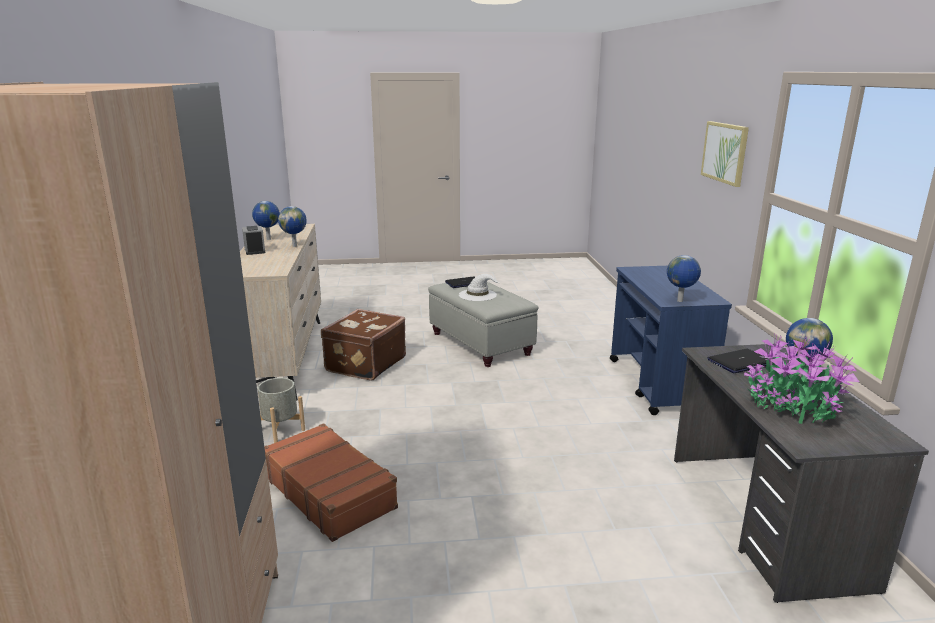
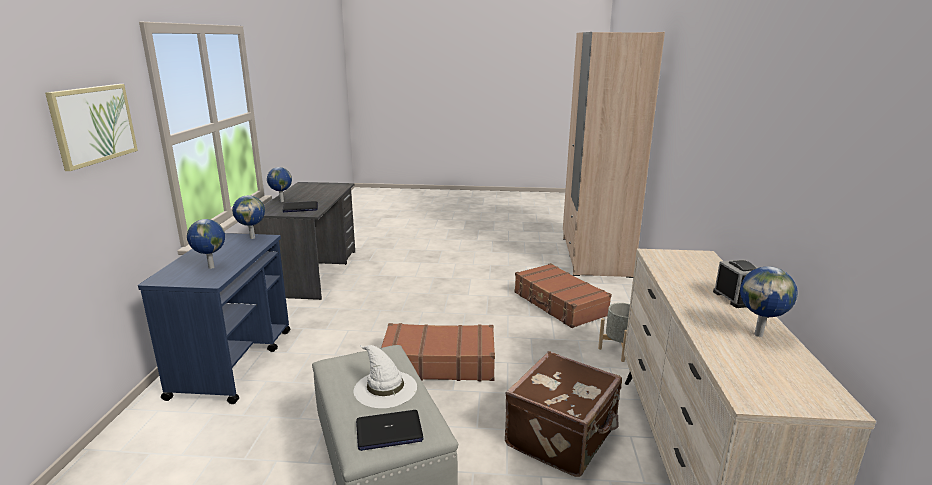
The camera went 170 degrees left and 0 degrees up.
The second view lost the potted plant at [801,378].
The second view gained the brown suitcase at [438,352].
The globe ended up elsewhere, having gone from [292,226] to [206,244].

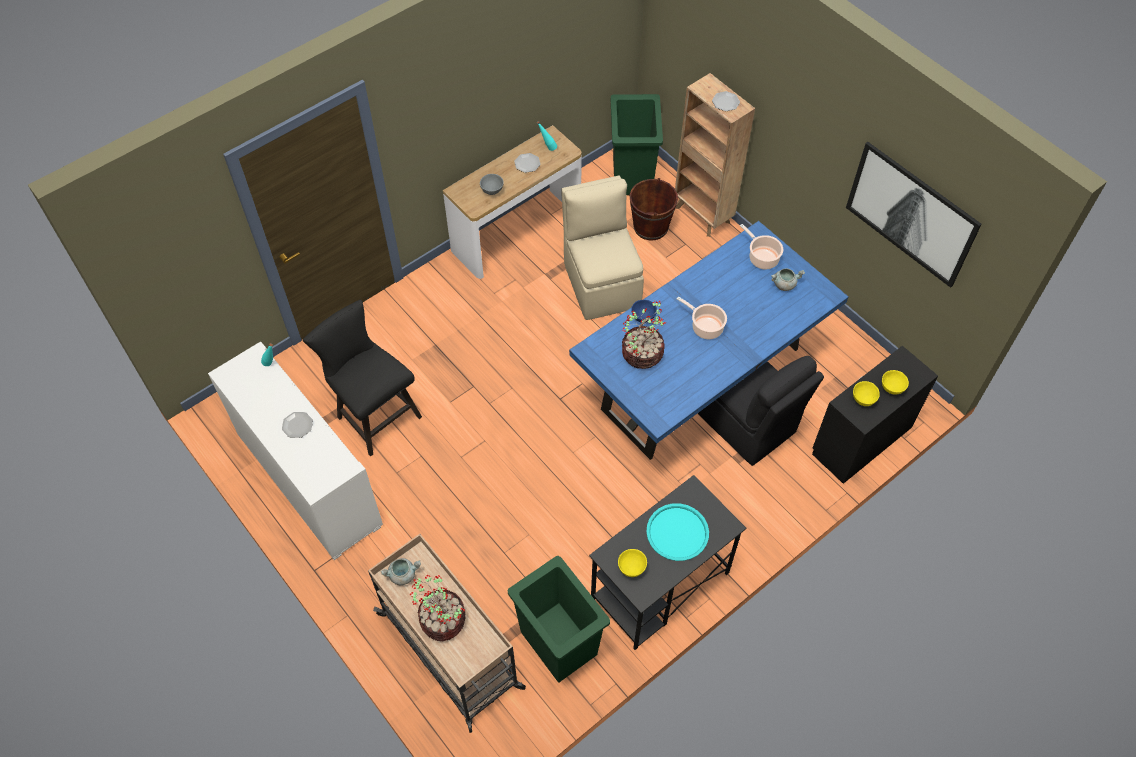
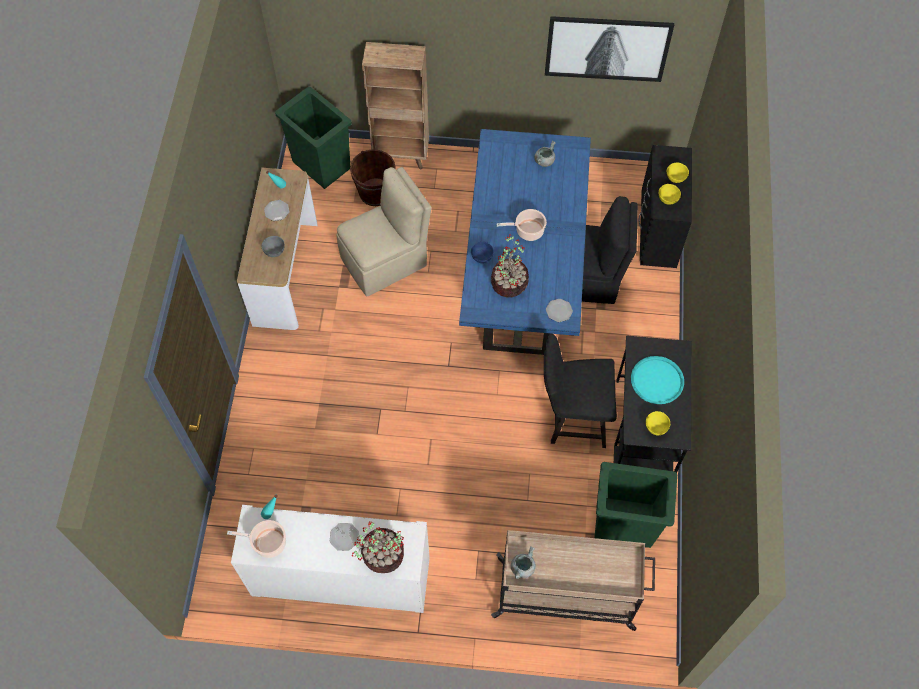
The camera went 45 degrees left and 5 degrees up.
The black chair ended up elsewhere, having gone from [362,378] to [580,391].
The potted plant ended up elsewhere, having gone from [438,608] to [378,547].
The plate ended up elsewhere, having gone from [726,101] to [559,310].
The cooking pot ended up elsewhere, having gone from [761,247] to [256,539].
The beige chair at [602,247] ended up facing another way, 120 degrees clockwise from before.

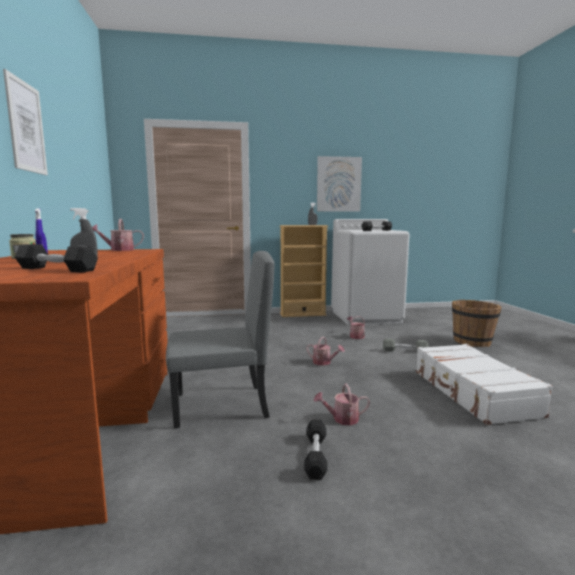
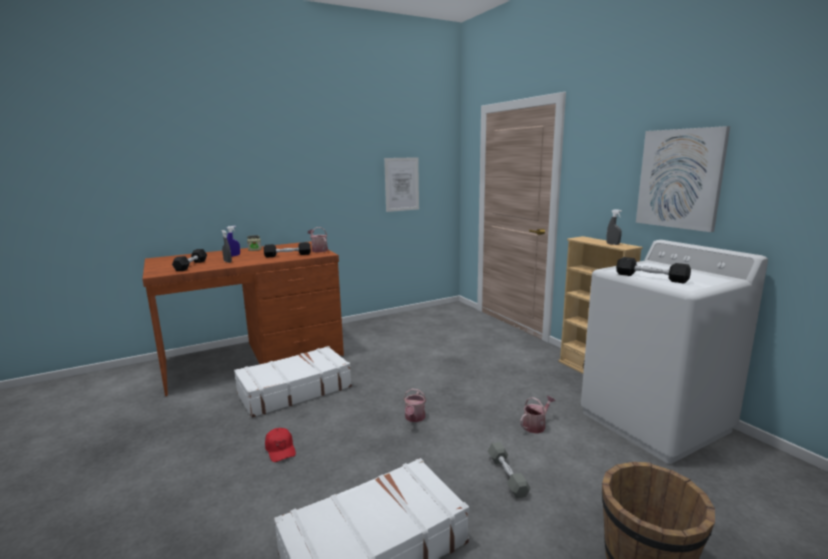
The camera went 70 degrees right and 5 degrees up.
The picture ended up elsewhere, having gone from [25,122] to [401,184].
The black dumbbell ended up elsewhere, having gone from [316,449] to [287,250].
Where the grey chair stood at [220,339], the white suitcase came to stand at [293,382].
Where the watering can stood at [342,404], the red cap came to stand at [280,445].

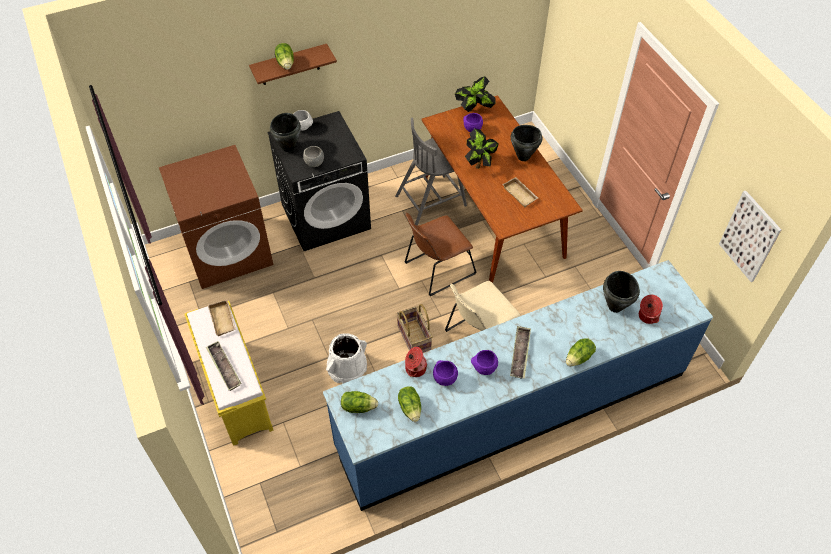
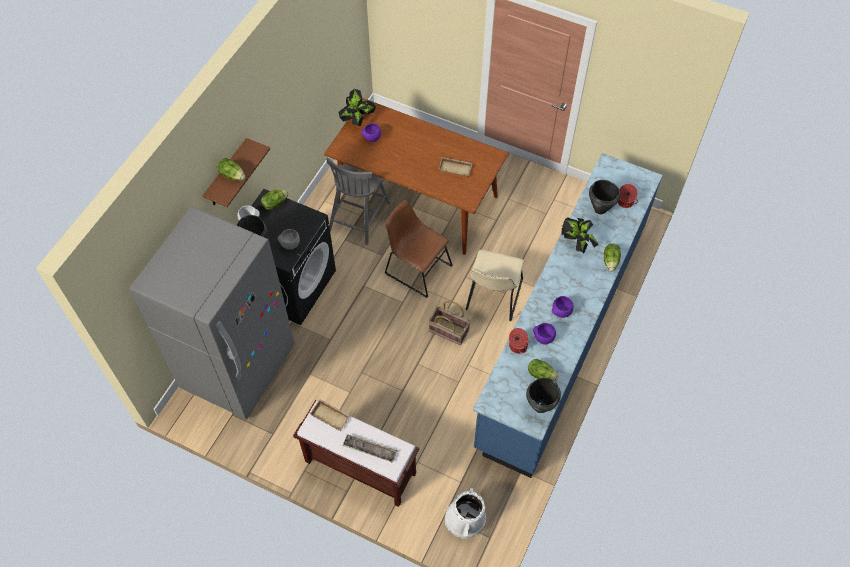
The camera went 40 degrees left and 5 degrees up.
The second view lost the tray at [520,352].
The second view lost the picture at [750,236].
The white bucket ended up elsewhere, having gone from [346,358] to [465,513].
The lettuce ended up elsewhere, having gone from [359,402] to [275,199].
The potted plant ended up elsewhere, having gone from [482,148] to [580,235].
The black cooking pot ended up elsewhere, having gone from [526,143] to [543,395].
Where the brown washing machine stood at [216,217], the grey fridge came to stand at [212,313].
What was the yellow bench at [229,373] turned into the brown bench at [356,453].
The brown chair at [440,255] ended up facing another way, 105 degrees clockwise from before.

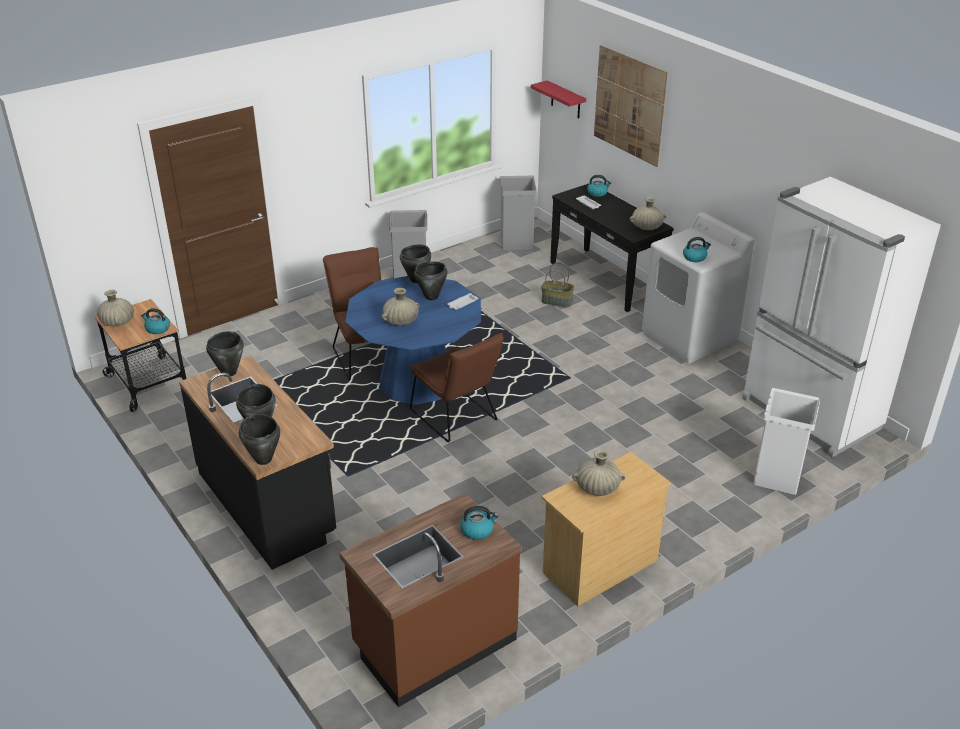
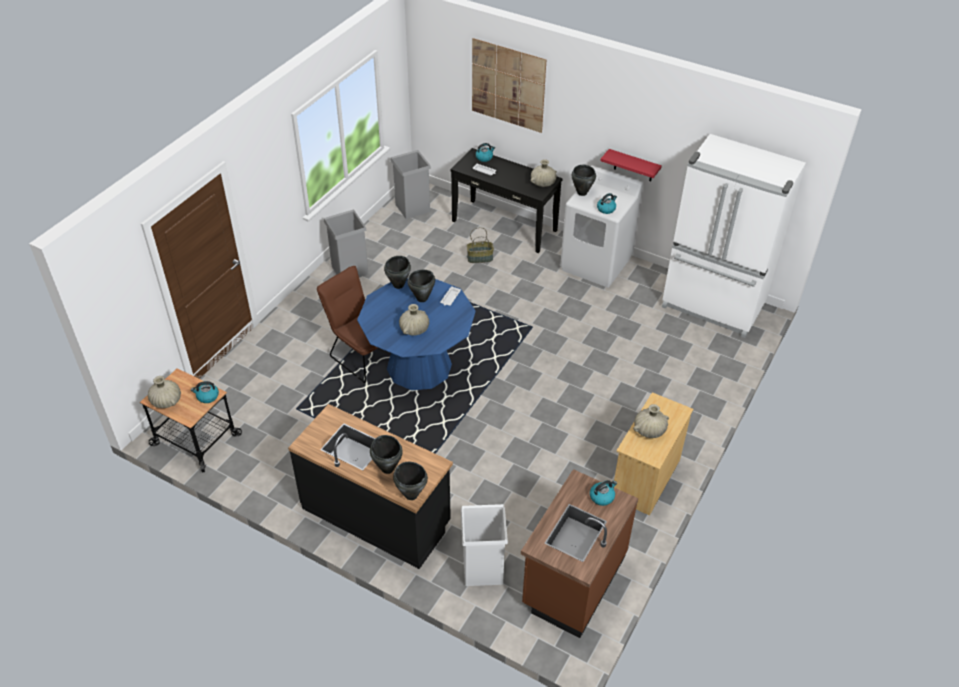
The camera went 25 degrees left and 10 degrees up.
The second view lost the brown chair at [457,387].
The black cooking pot ended up elsewhere, having gone from [225,354] to [584,180].
The red shelf ended up elsewhere, having gone from [558,99] to [631,165].
The white trash can ended up elsewhere, having gone from [786,441] to [484,545].

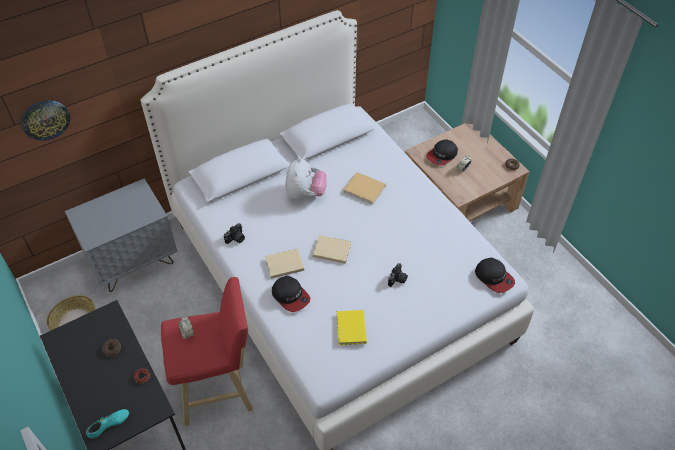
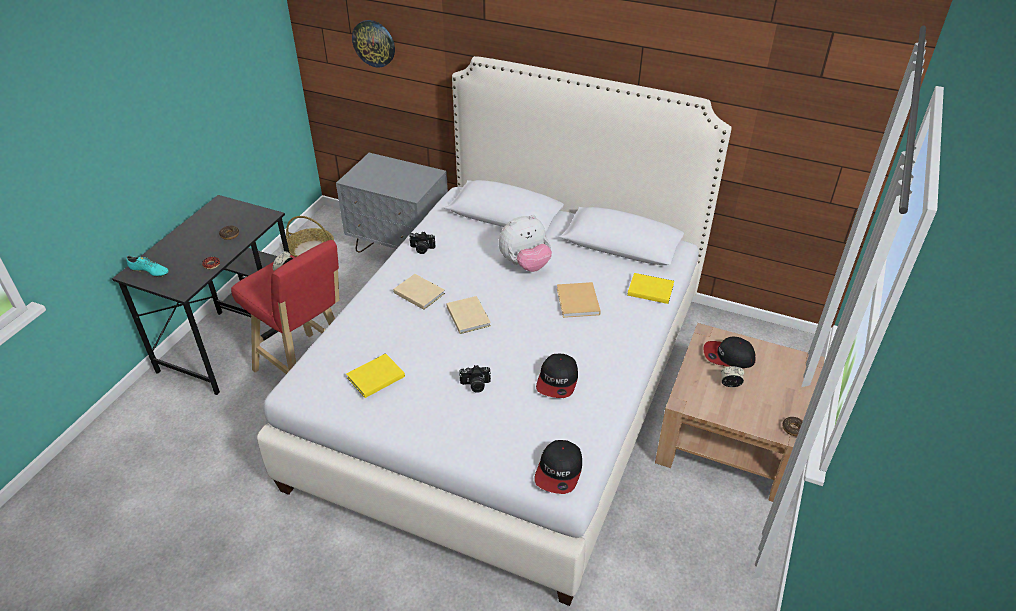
The camera went 55 degrees right and 10 degrees down.
The second view gained the yellow book at [650,288].
The cap ended up elsewhere, having gone from [291,294] to [557,376].

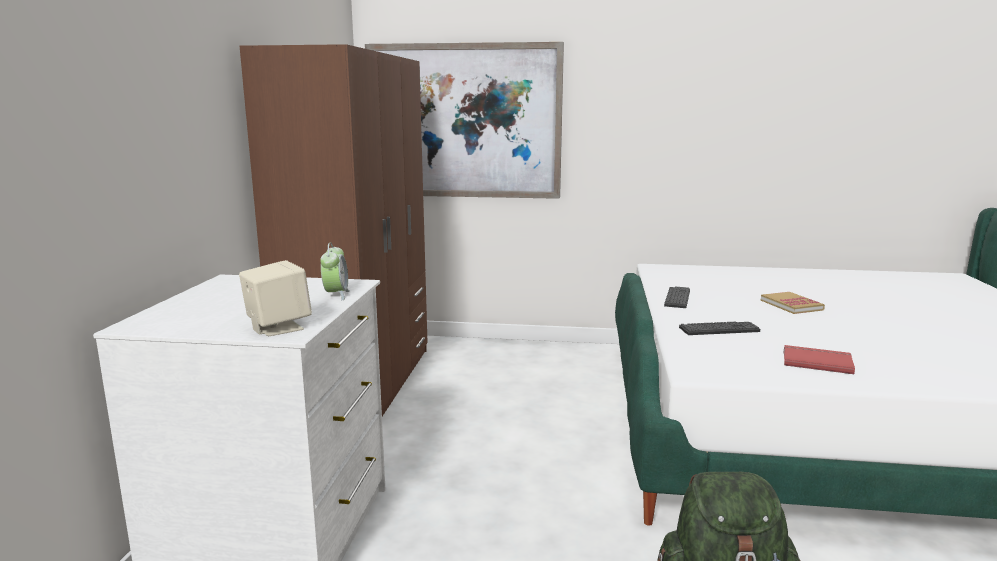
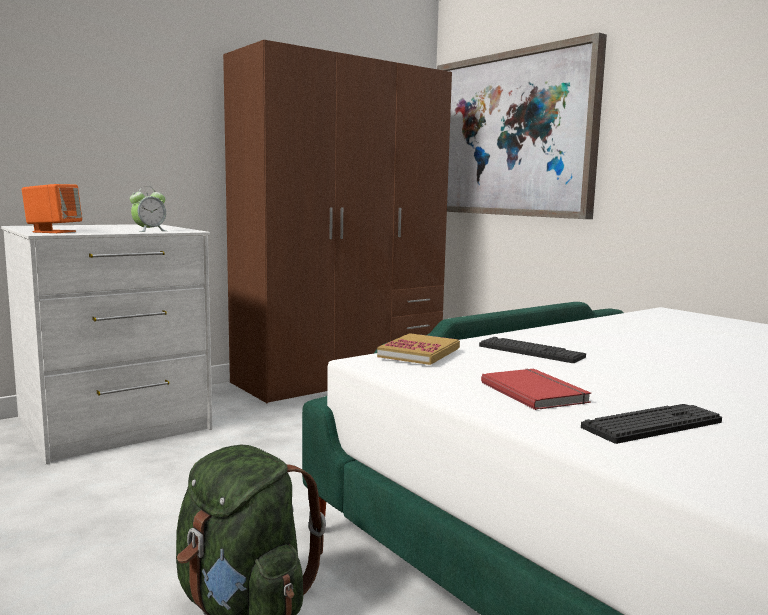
The camera went 45 degrees right and 5 degrees down.
The keyboard ended up elsewhere, having gone from [677,297] to [651,424].
The book ended up elsewhere, having gone from [793,303] to [418,349].
What was the beige speaker at [275,298] turned into the orange speaker at [52,208].

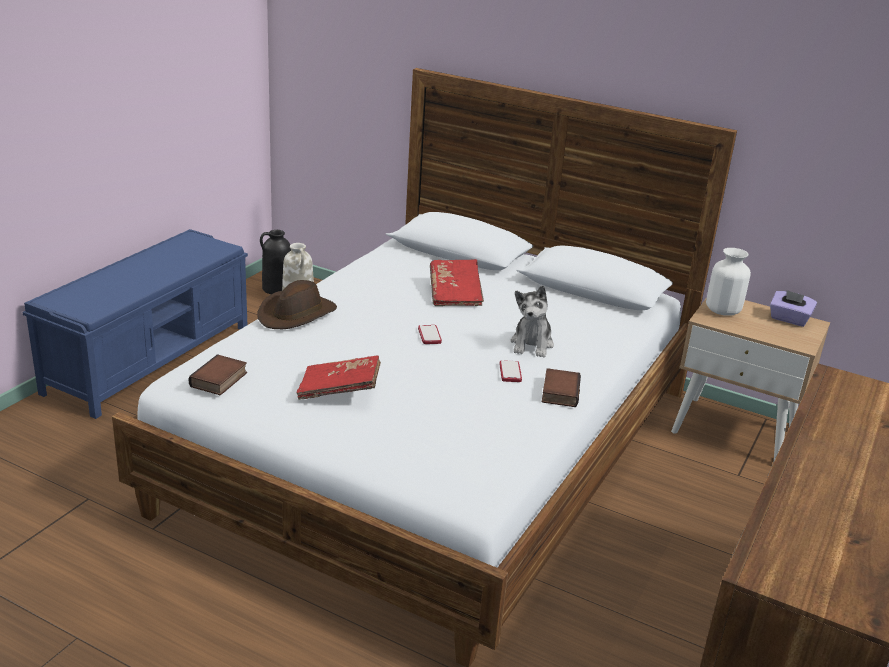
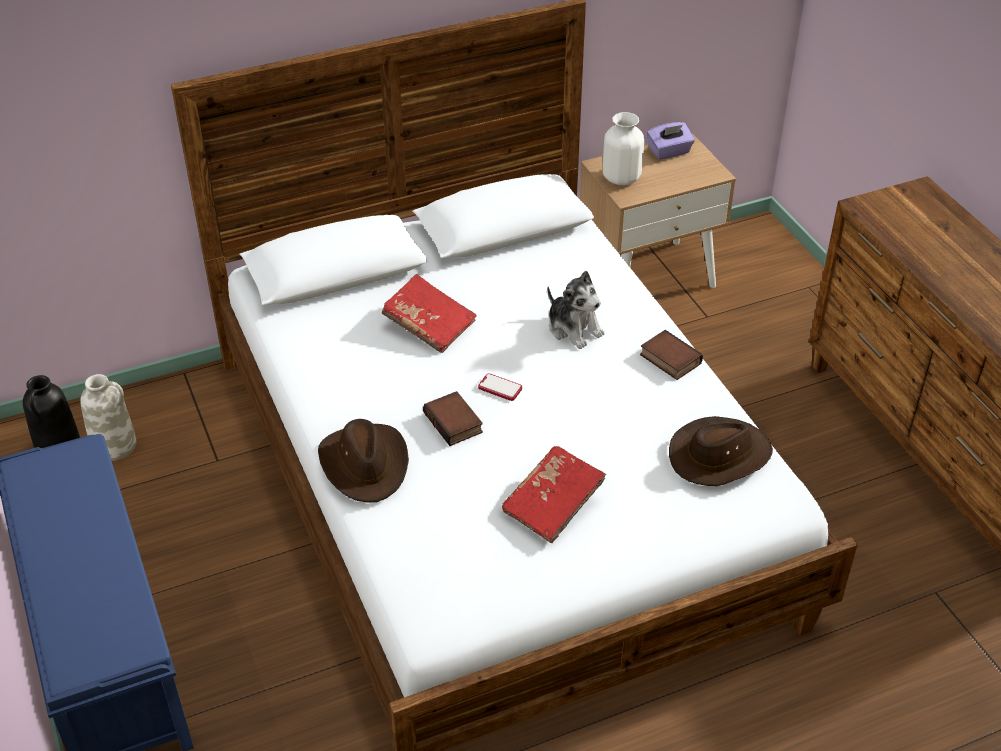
The camera went 50 degrees left and 15 degrees up.
The second view lost the phone at [511,371].
The second view gained the brown hat at [721,451].
The book ended up elsewhere, having gone from [217,374] to [453,418].

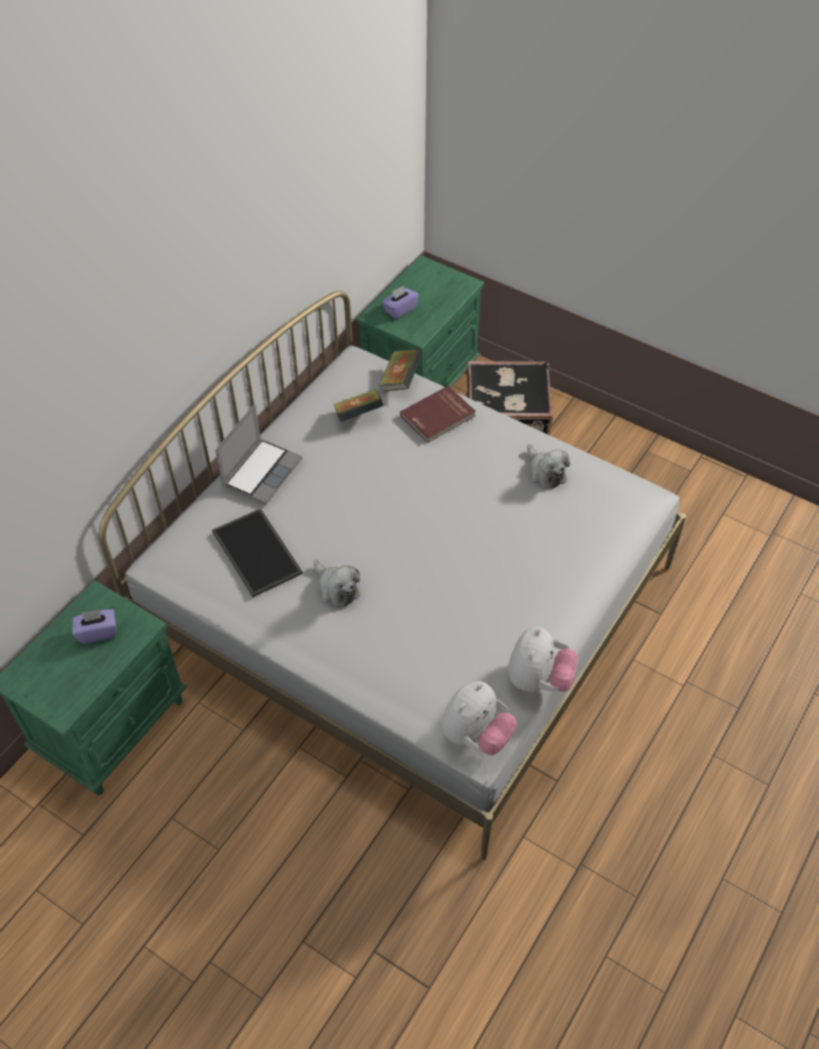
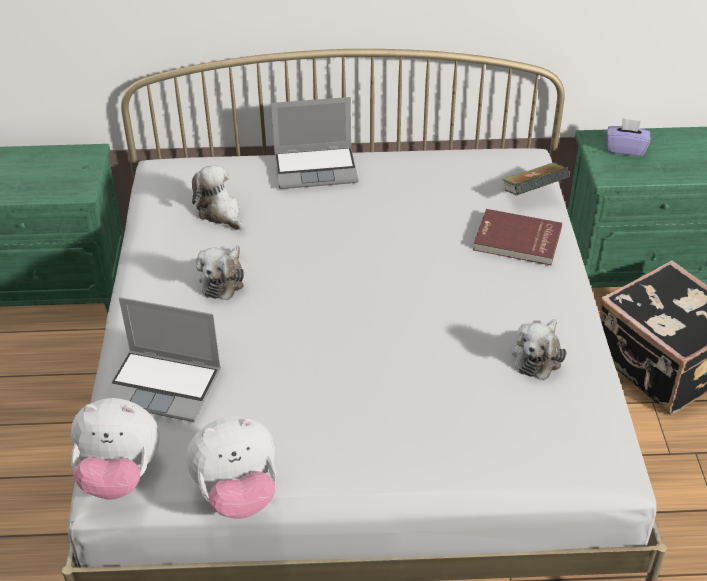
The camera went 55 degrees right and 10 degrees down.
The second view lost the purple tissue box at [94,626].
The second view lost the book at [358,405].
The second view gained the laptop at [161,359].
Where the tray stood at [257,552], the plush toy came to stand at [217,197].

